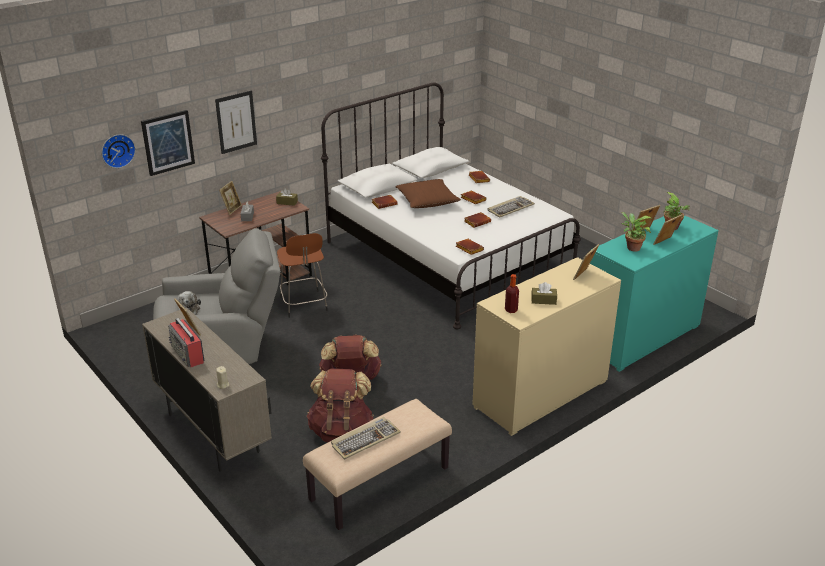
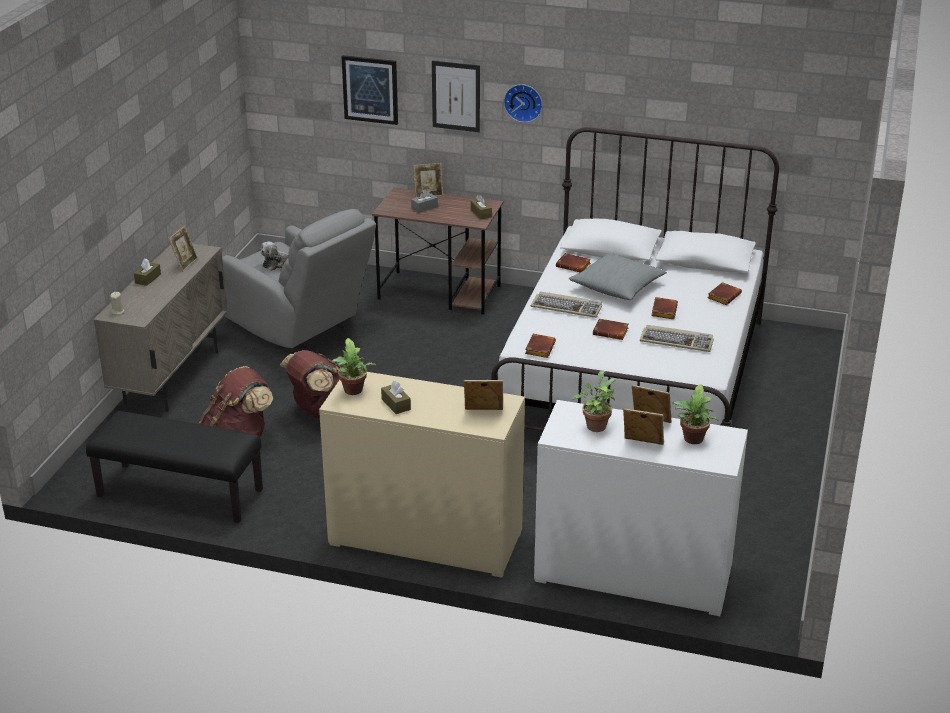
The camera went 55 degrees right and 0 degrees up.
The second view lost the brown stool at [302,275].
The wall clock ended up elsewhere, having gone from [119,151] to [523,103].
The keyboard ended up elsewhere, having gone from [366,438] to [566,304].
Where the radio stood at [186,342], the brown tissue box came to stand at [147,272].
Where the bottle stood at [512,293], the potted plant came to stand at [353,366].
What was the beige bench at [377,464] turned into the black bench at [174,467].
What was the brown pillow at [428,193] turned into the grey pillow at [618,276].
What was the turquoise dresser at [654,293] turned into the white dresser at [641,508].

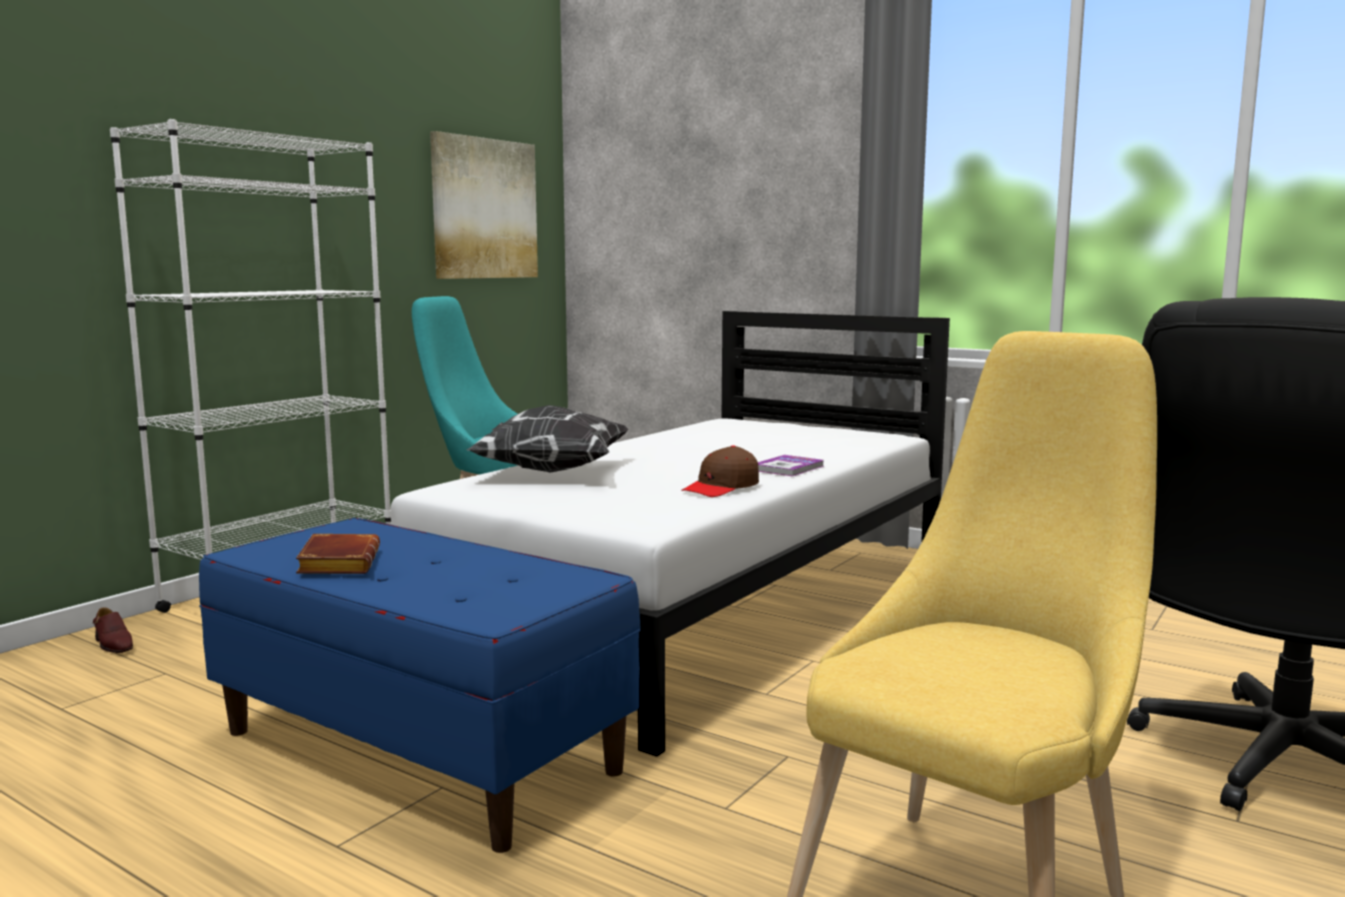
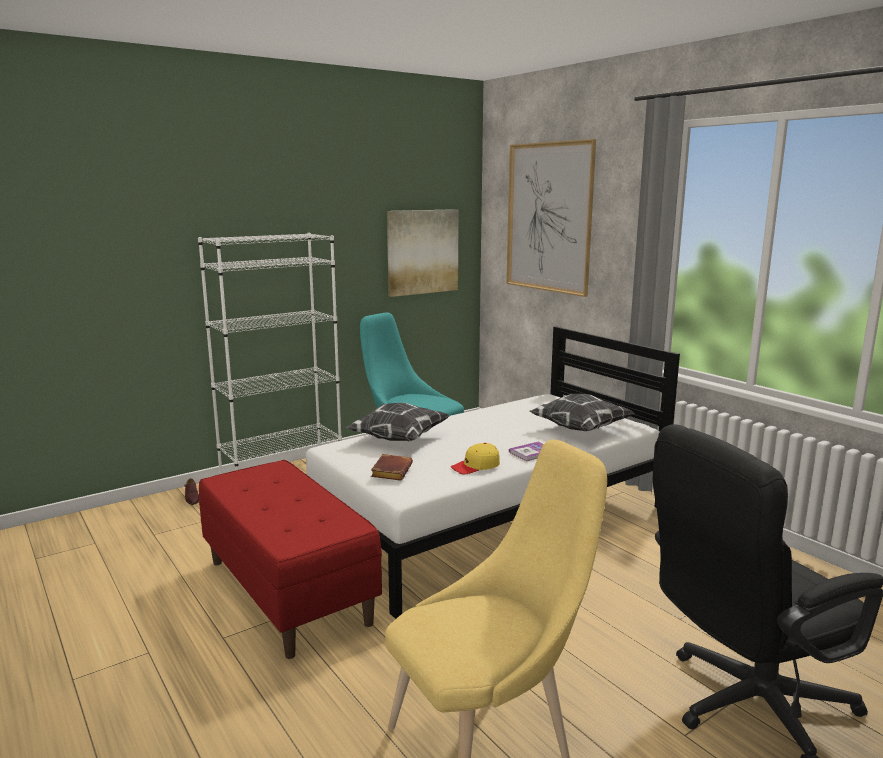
The camera went 20 degrees right and 5 degrees up.
The second view gained the picture at [551,218].
The second view gained the pillow at [581,412].
The brown book ended up elsewhere, having gone from [338,554] to [392,467].
What was the blue bench at [419,685] turned into the red bench at [290,559].
What was the brown cap at [720,471] turned into the yellow cap at [475,459].

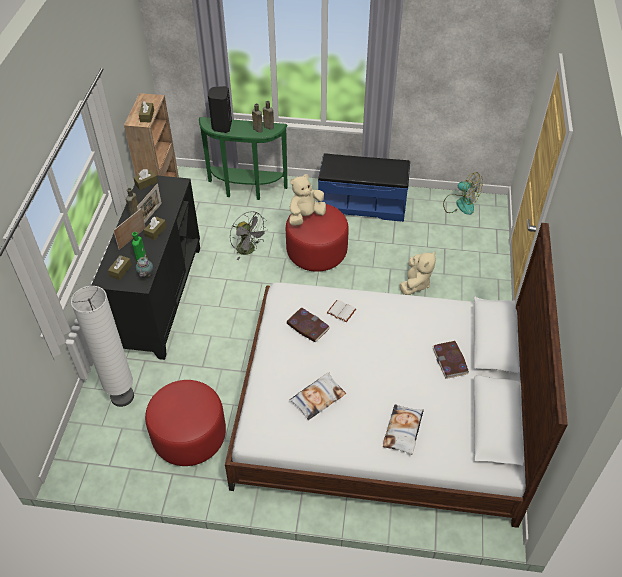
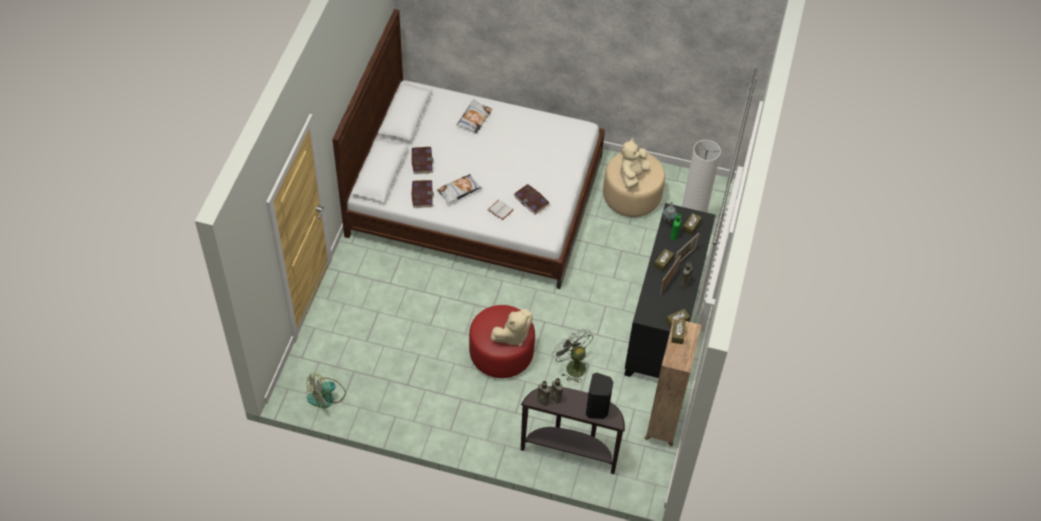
The camera went 175 degrees left and 5 degrees up.
The second view lost the blue bench at [364,187].
The second view gained the book at [423,194].
The pillow ended up elsewhere, having gone from [318,396] to [459,189].
The beige plush toy ended up elsewhere, having gone from [418,273] to [635,163].
What was the red ottoman at [185,423] turned into the beige ottoman at [634,185].
What was the green console table at [243,158] turned into the brown console table at [573,430].
The fan at [463,193] ended up facing another way, 75 degrees counterclockwise from before.

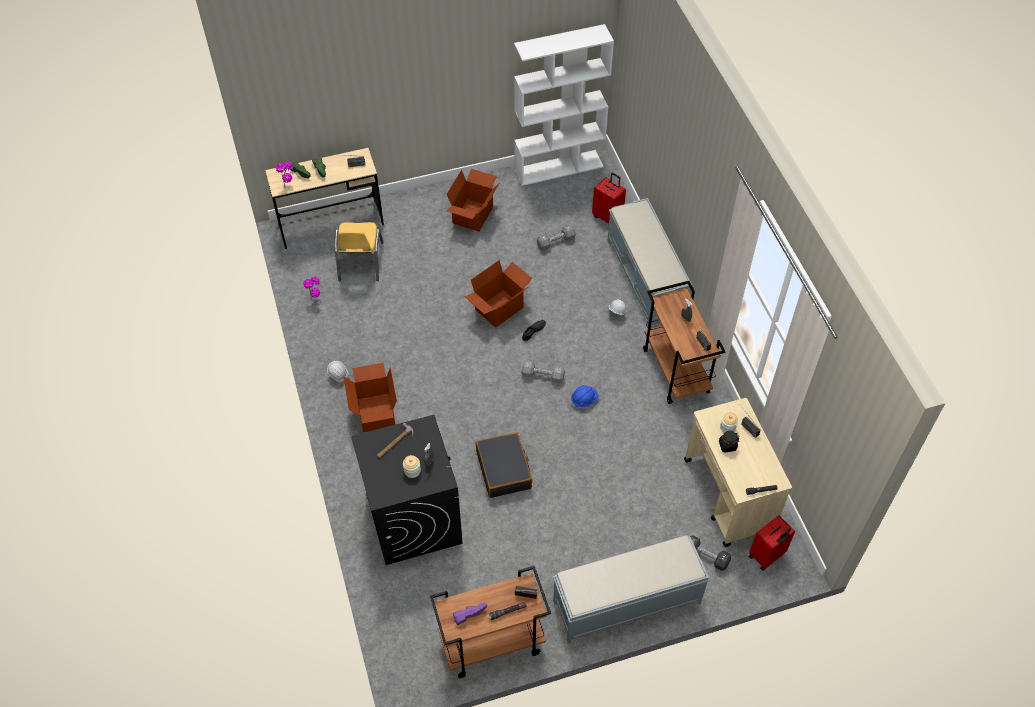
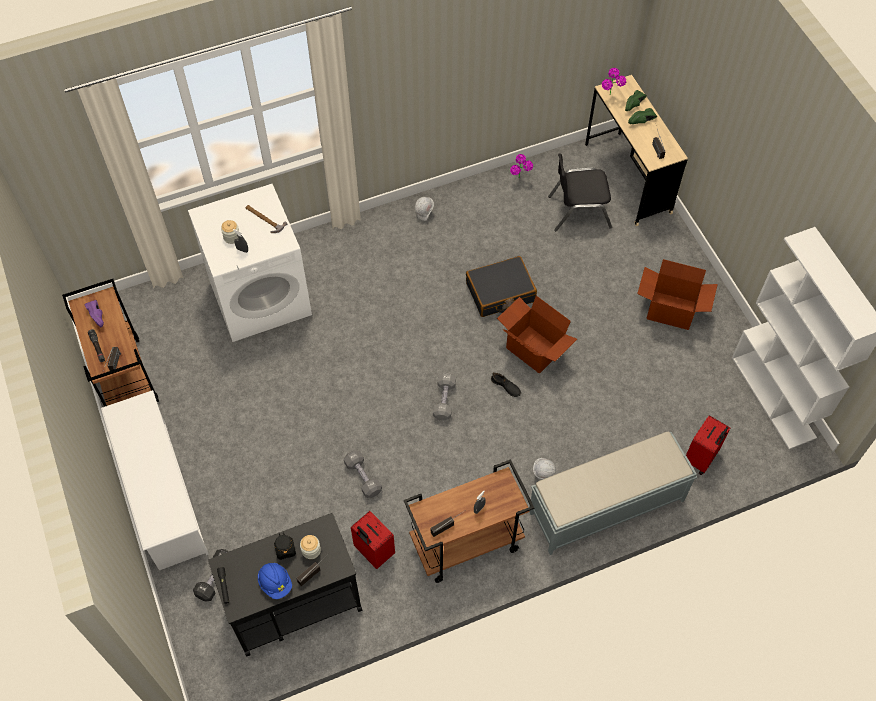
The camera went 85 degrees right and 5 degrees up.
The second view lost the cardboard box at [370,397].
The black suitcase ended up elsewhere, having gone from [504,465] to [501,286].
The grey dumbbell ended up elsewhere, having gone from [556,237] to [363,474].
The blue hard hat ended up elsewhere, having gone from [585,396] to [275,581].
The red suitcase ended up elsewhere, having gone from [772,543] to [373,540].
Where the grey bench stood at [631,589], the white shoe rack came to stand at [154,480].
What was the yellow chair at [359,252] turned into the black chair at [580,192].
What was the black washing machine at [407,490] turned into the white washing machine at [250,263].
What was the beige cart at [738,472] turned into the black cart at [285,585].

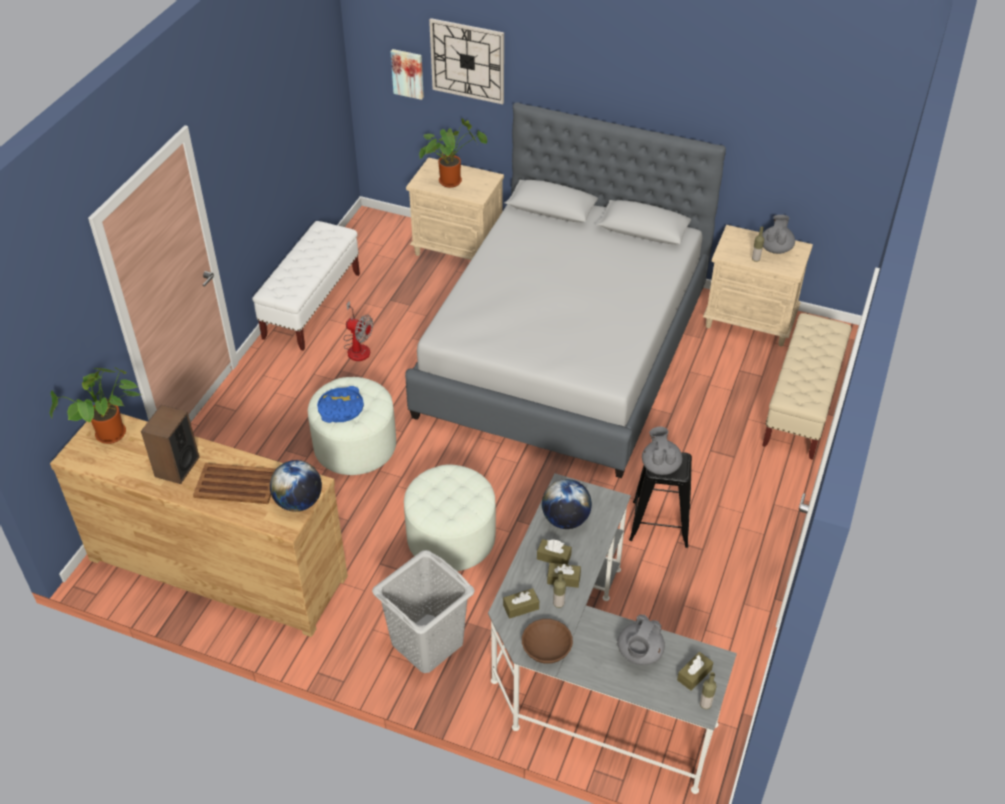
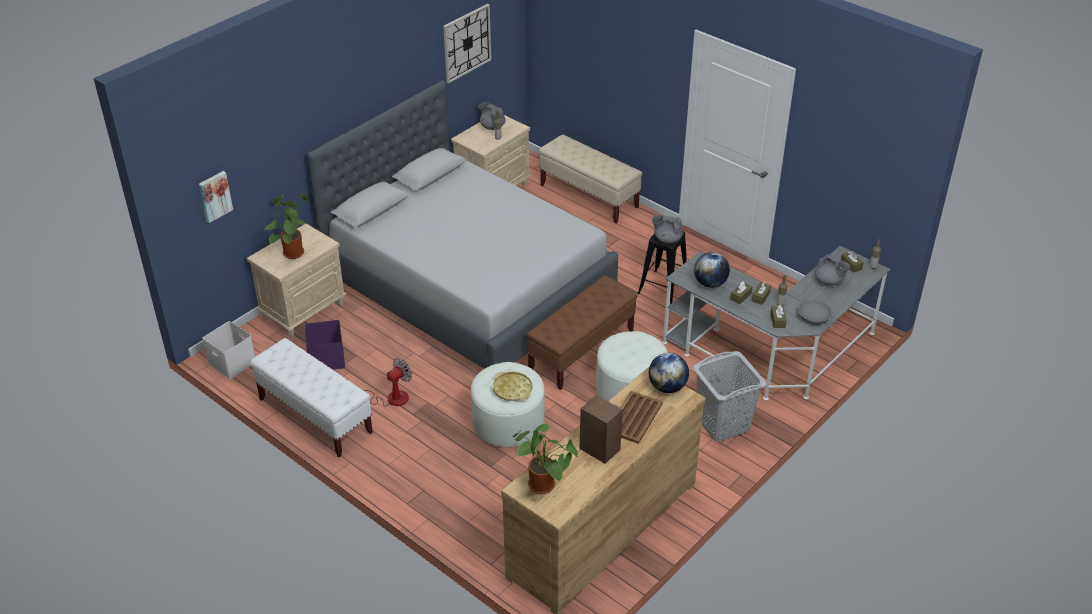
The camera went 70 degrees left and 5 degrees down.
The second view gained the white storage box at [228,350].
The second view gained the purple storage box at [325,345].
The second view gained the brown bench at [581,333].
The wall clock ended up elsewhere, having gone from [466,61] to [467,43].
What was the blue tray at [340,404] turned into the yellow tray at [512,386].
What was the brown bowl at [547,641] turned into the grey bowl at [815,312].

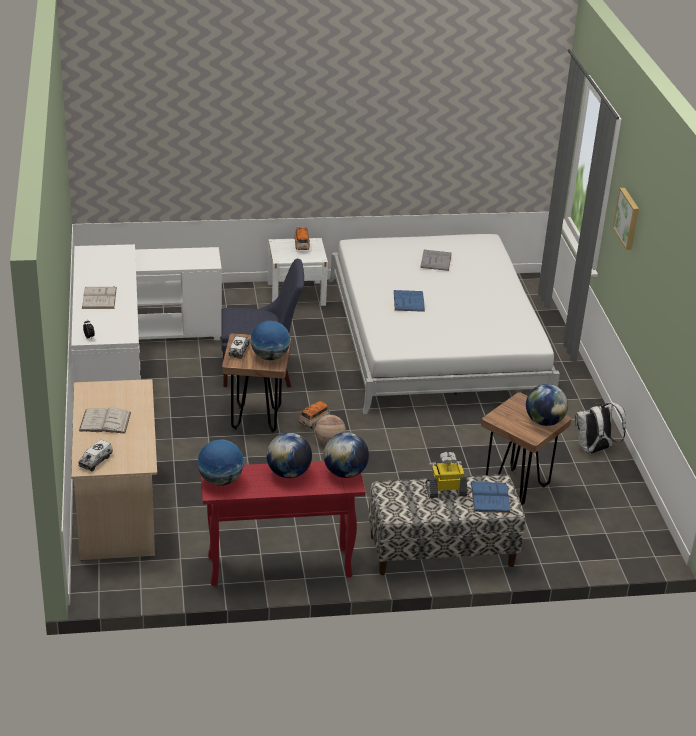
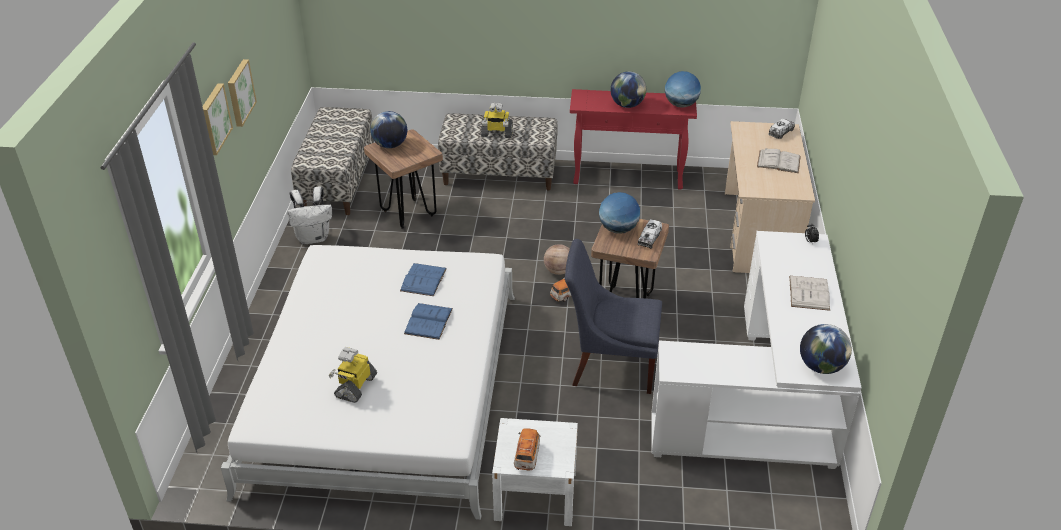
The camera went 165 degrees left and 5 degrees up.
The second view gained the picture at [242,93].
The second view gained the bench at [332,161].
The globe ended up elsewhere, having gone from [346,455] to [826,349].
The blue book ended up elsewhere, having gone from [491,497] to [423,279].
Where the grey book stood at [436,260], the toy robot came to stand at [353,375].

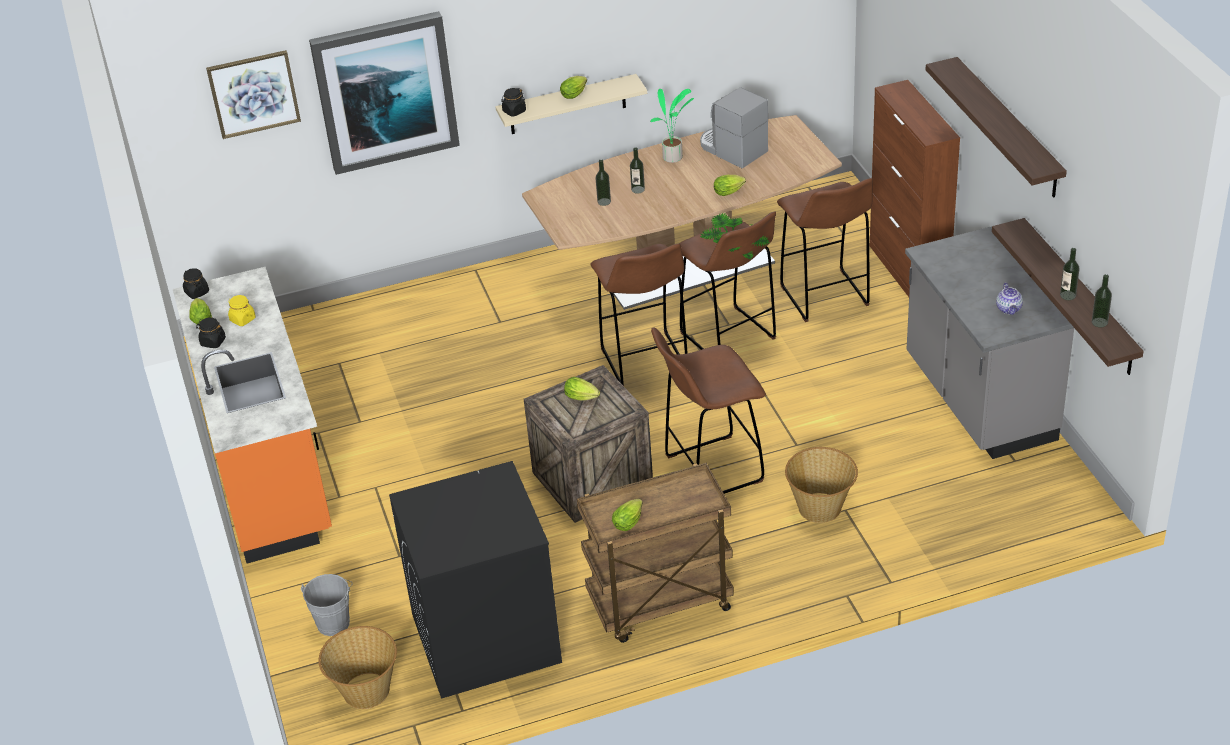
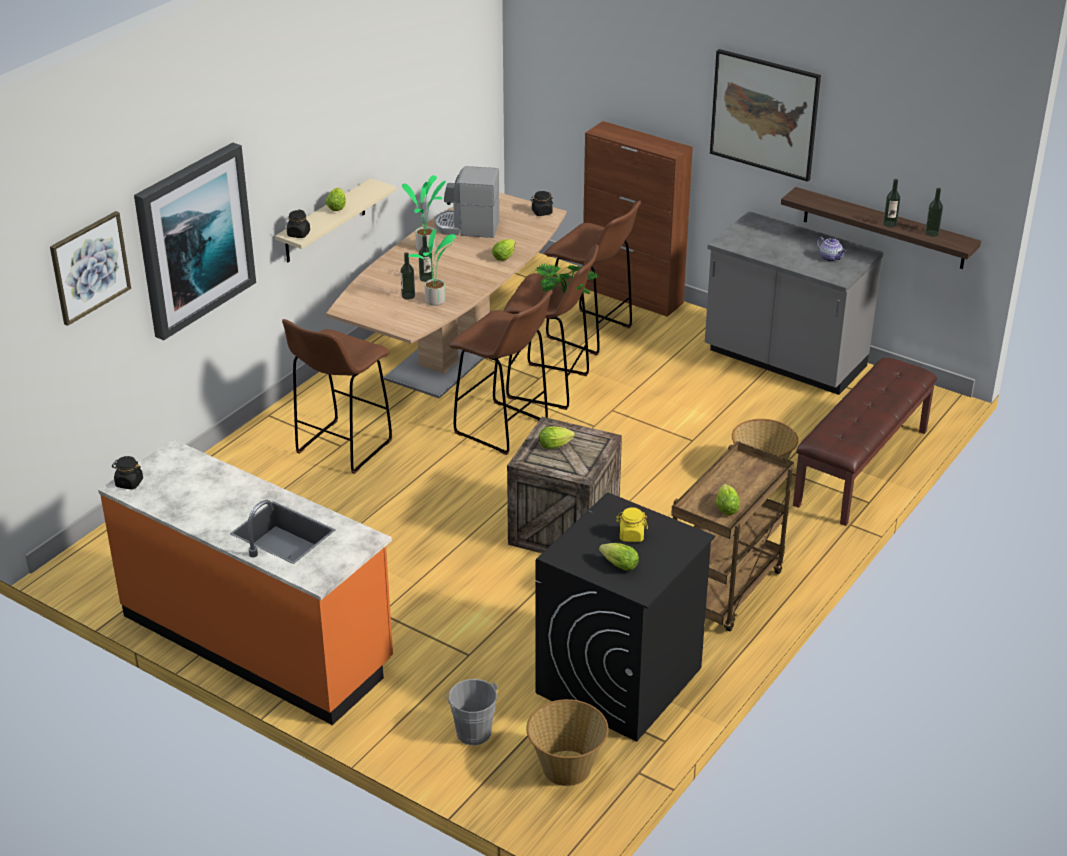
The camera went 40 degrees left and 5 degrees down.
The second view gained the potted plant at [432,267].
The second view gained the brown bench at [865,441].
The lettuce ended up elsewhere, having gone from [201,311] to [619,556].
The black jar ended up elsewhere, having gone from [211,332] to [541,203].
The yellow jar ended up elsewhere, having gone from [241,310] to [632,524].
The brown stool ended up elsewhere, having gone from [708,410] to [337,396].
Where the shelf hung at [996,127], the picture came to hang at [765,115].

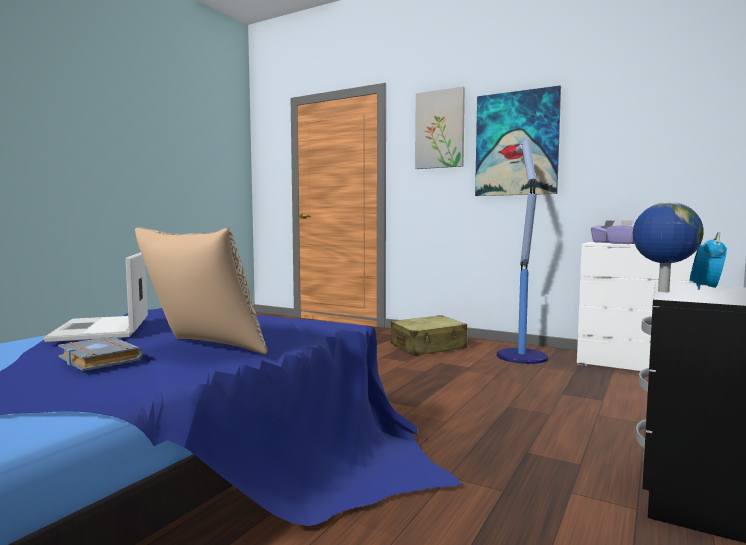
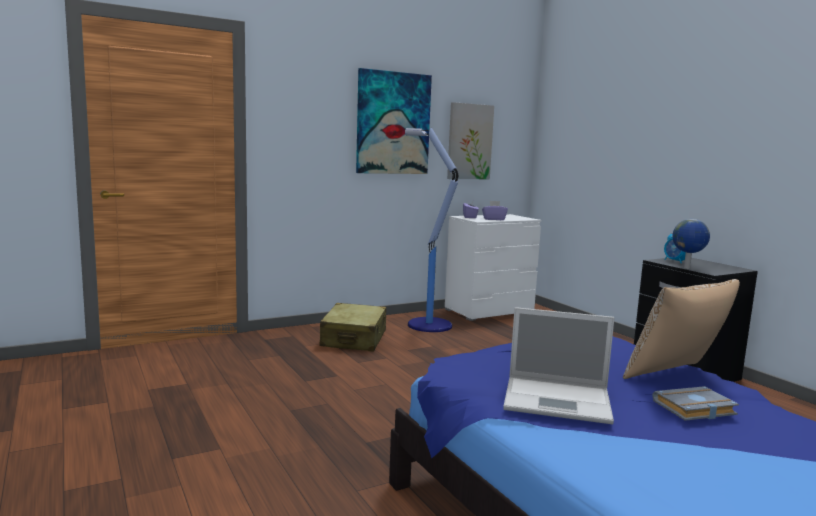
The camera went 60 degrees left and 5 degrees up.
The picture ended up elsewhere, having gone from [440,128] to [470,140].

